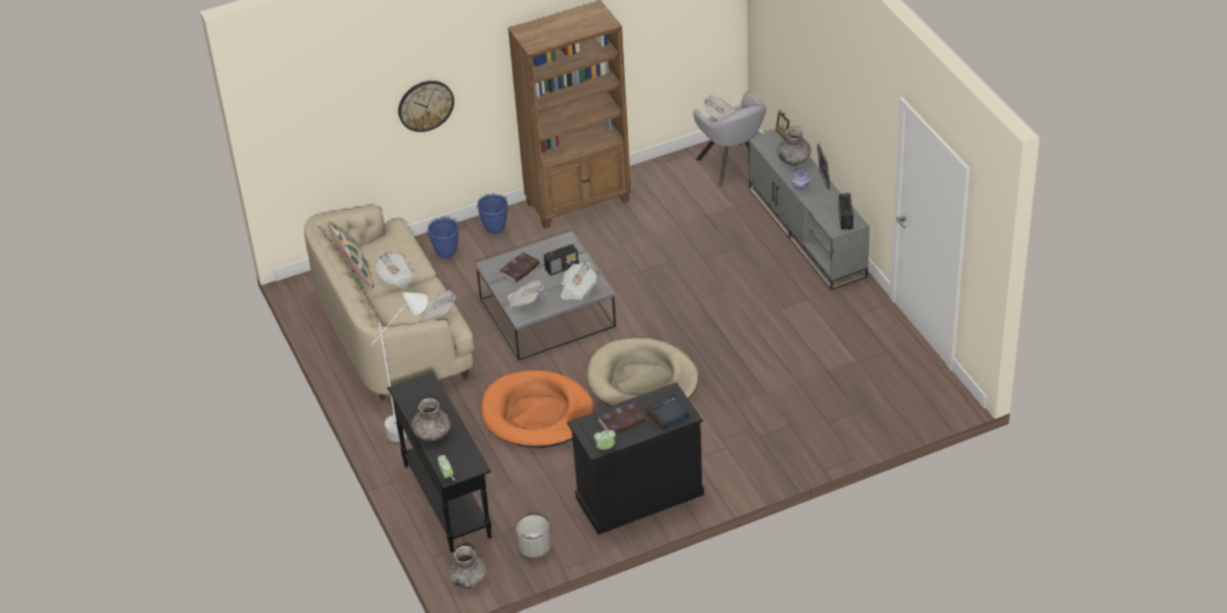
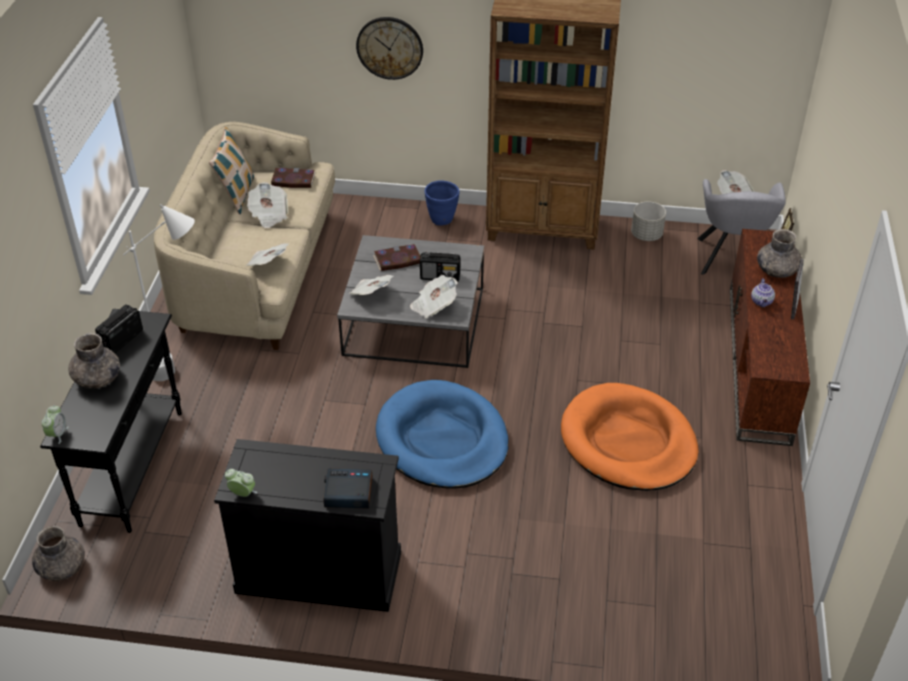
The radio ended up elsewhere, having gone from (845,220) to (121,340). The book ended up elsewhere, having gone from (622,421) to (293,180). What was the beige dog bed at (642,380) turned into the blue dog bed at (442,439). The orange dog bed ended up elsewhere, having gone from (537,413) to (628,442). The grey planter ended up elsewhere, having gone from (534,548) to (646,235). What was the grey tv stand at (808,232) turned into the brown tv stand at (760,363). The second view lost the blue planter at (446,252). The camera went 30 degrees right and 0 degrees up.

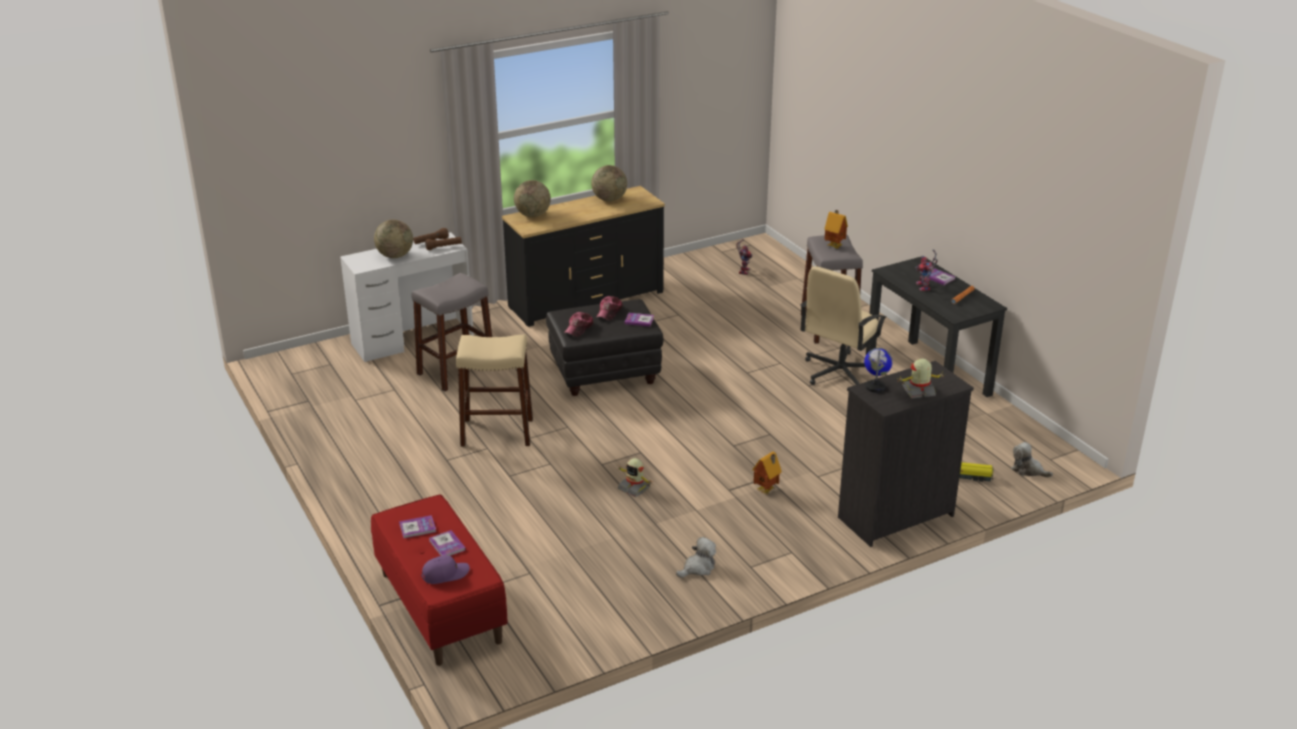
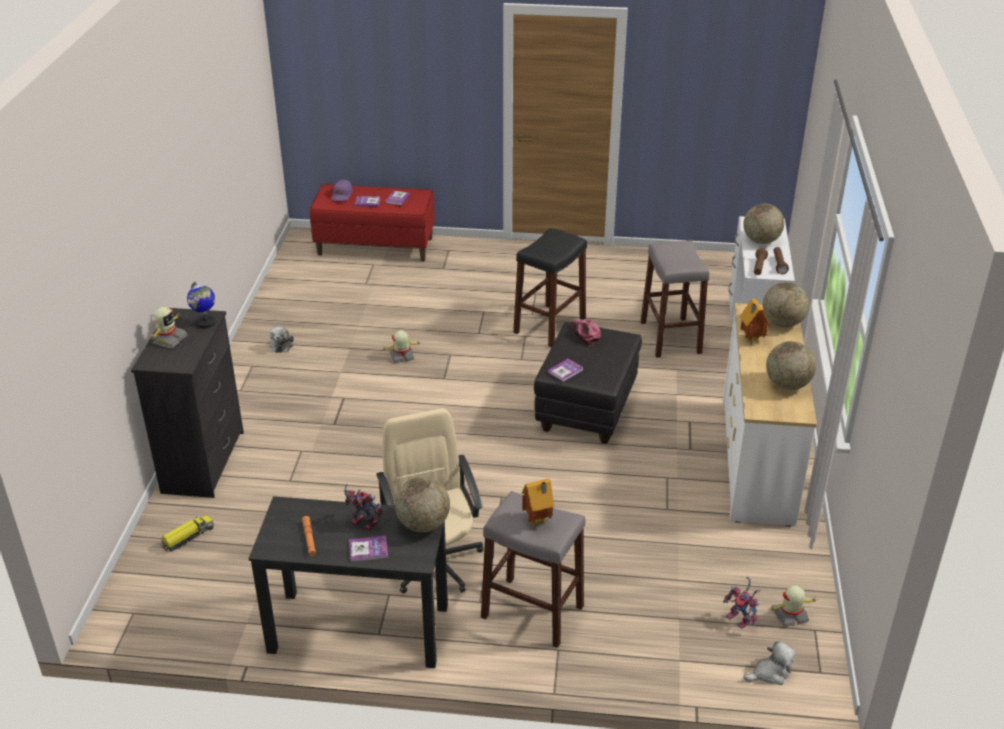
The second view gained the globe at (423,524). What was the beige stool at (497,432) turned into the black stool at (549,325). What was the black dresser at (586,299) turned into the white dresser at (757,460). The toy house ended up elsewhere, having gone from (767,490) to (750,341). The plush toy ended up elsewhere, having gone from (1028,470) to (770,673). The second view gained the toy robot at (790,616). The second view lost the cap at (609,312). The camera went 125 degrees right and 5 degrees up.

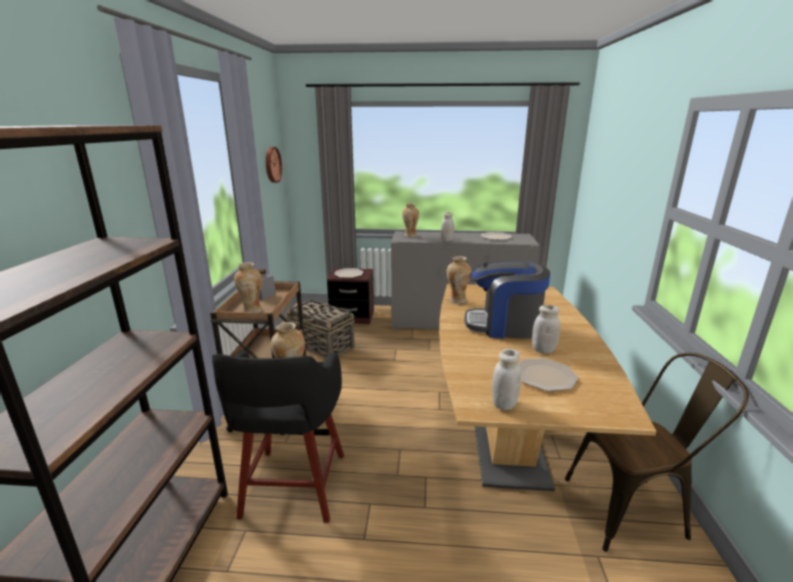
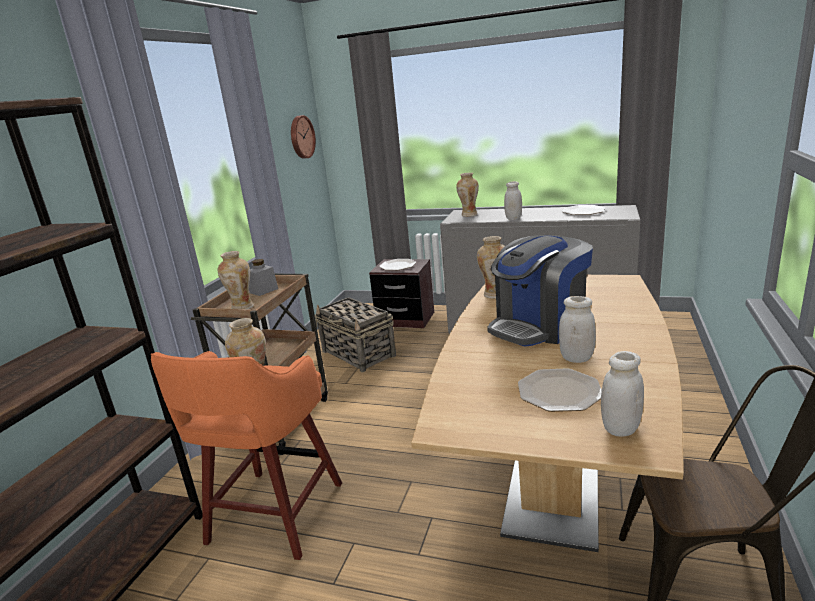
What was the black stool at (293,487) turned into the orange stool at (273,516). The coffee machine at (504,325) ended up facing another way, 60 degrees counterclockwise from before. The white jar ended up elsewhere, having gone from (504,404) to (620,428). The camera went 15 degrees right and 0 degrees up.

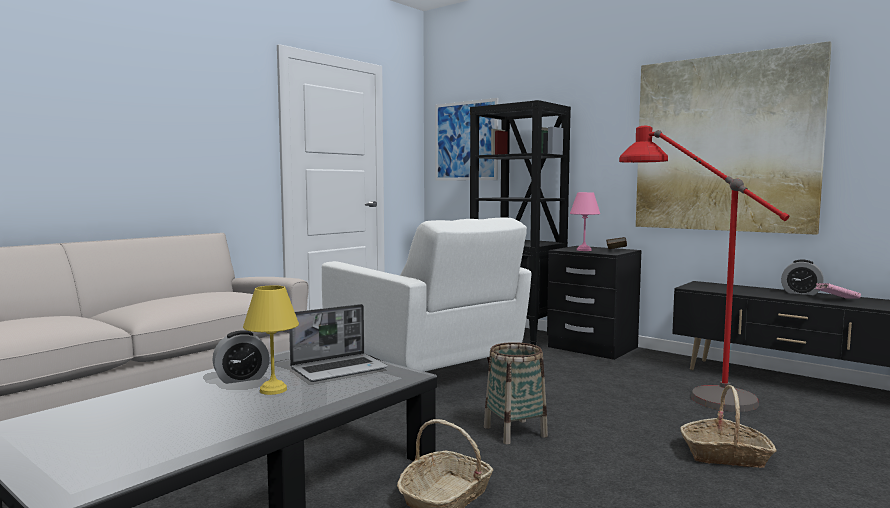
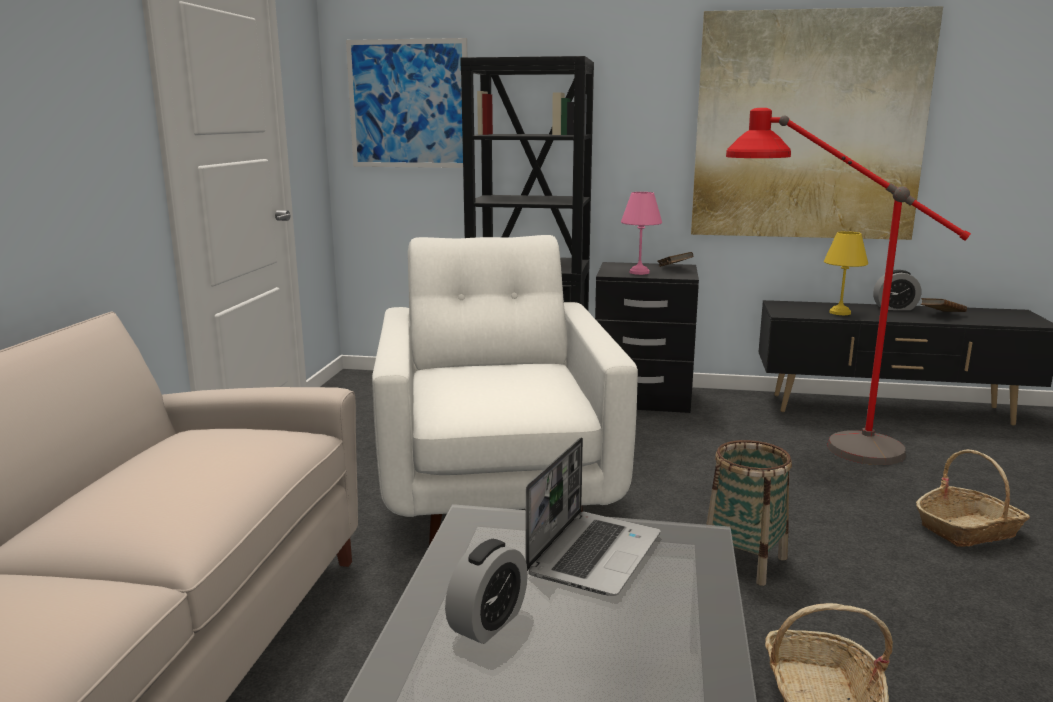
The white armchair at (425,370) ended up facing another way, 120 degrees counterclockwise from before. The yellow table lamp ended up elsewhere, having gone from (274,390) to (840,312). What was the pink book at (836,299) turned into the brown book at (941,315). The camera went 30 degrees left and 10 degrees up.

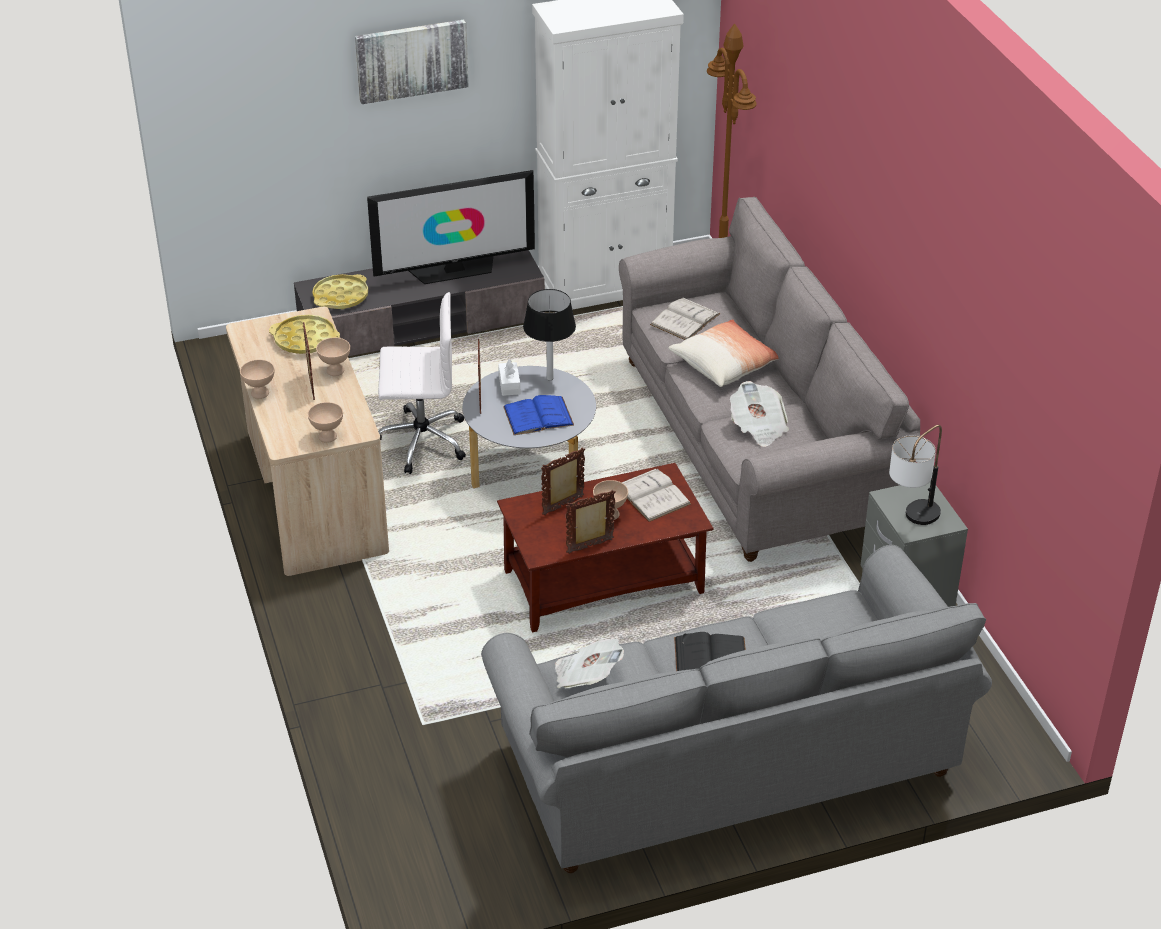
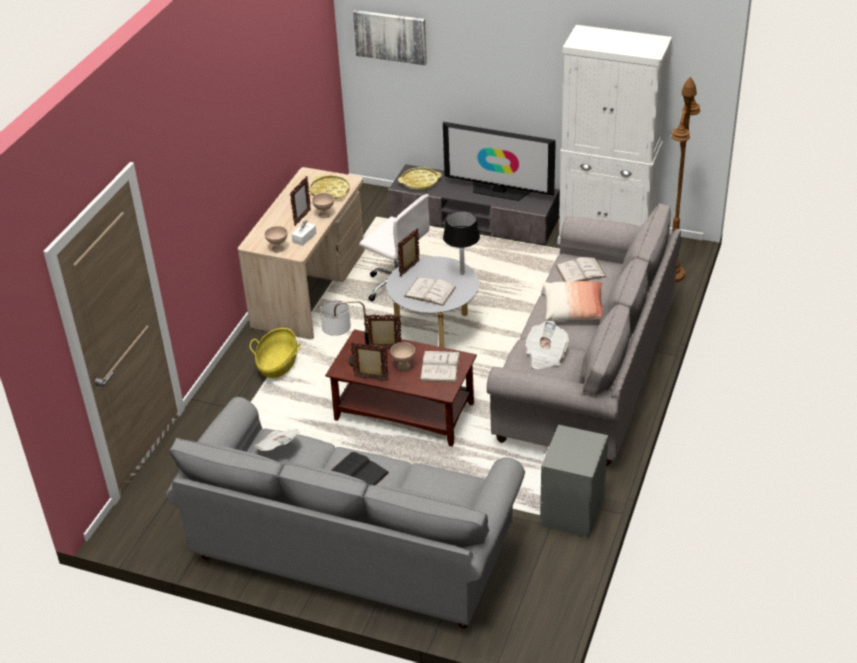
The second view gained the basket at (278,364). The white tissue box ended up elsewhere, having gone from (509,384) to (304,238). The table lamp ended up elsewhere, having gone from (911,521) to (348,362). The picture ended up elsewhere, having gone from (411,60) to (390,36). What was the blue book at (538,416) turned into the white book at (430,292). The second view lost the beige bowl at (259,393). The camera went 40 degrees right and 0 degrees up.

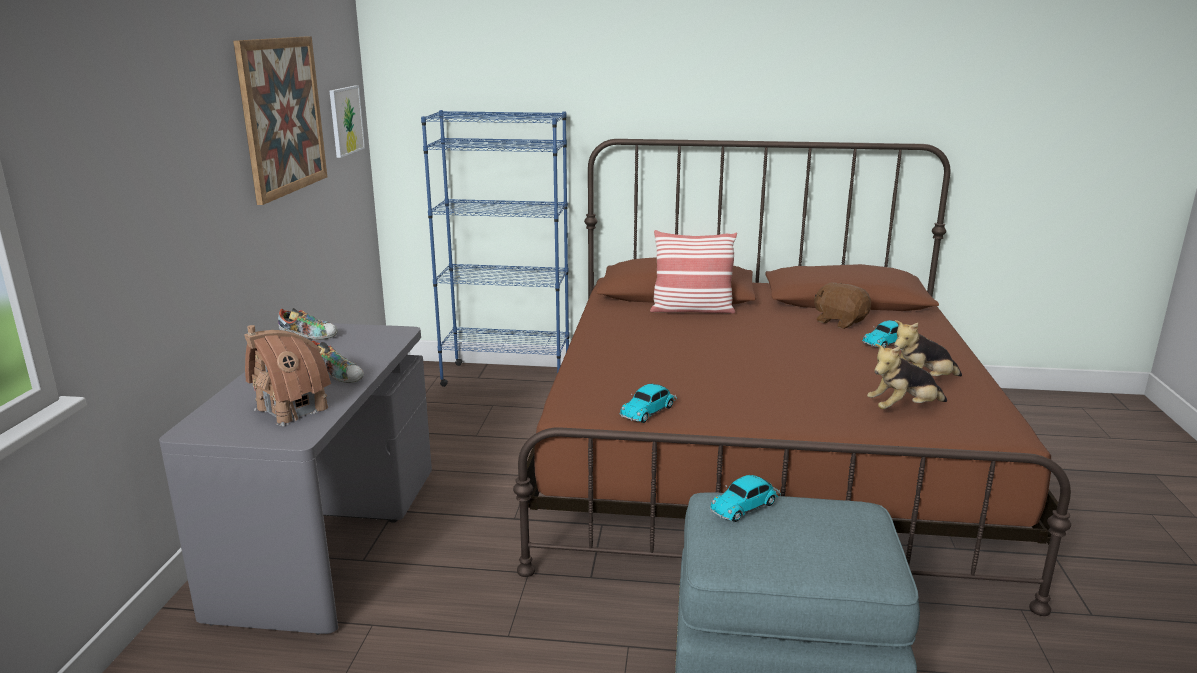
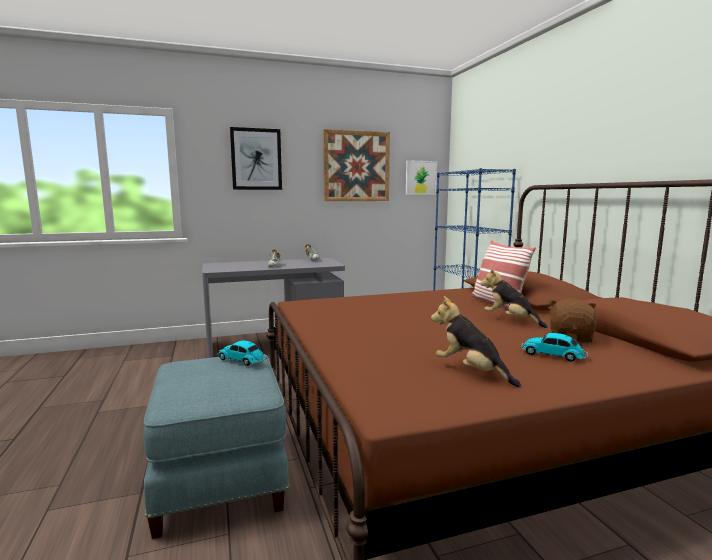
The second view gained the picture at (256,159). The plush toy ended up elsewhere, having gone from (903,409) to (510,320). The second view lost the toy house at (292,409). The second view lost the toy car at (649,410). The camera went 65 degrees right and 10 degrees down.

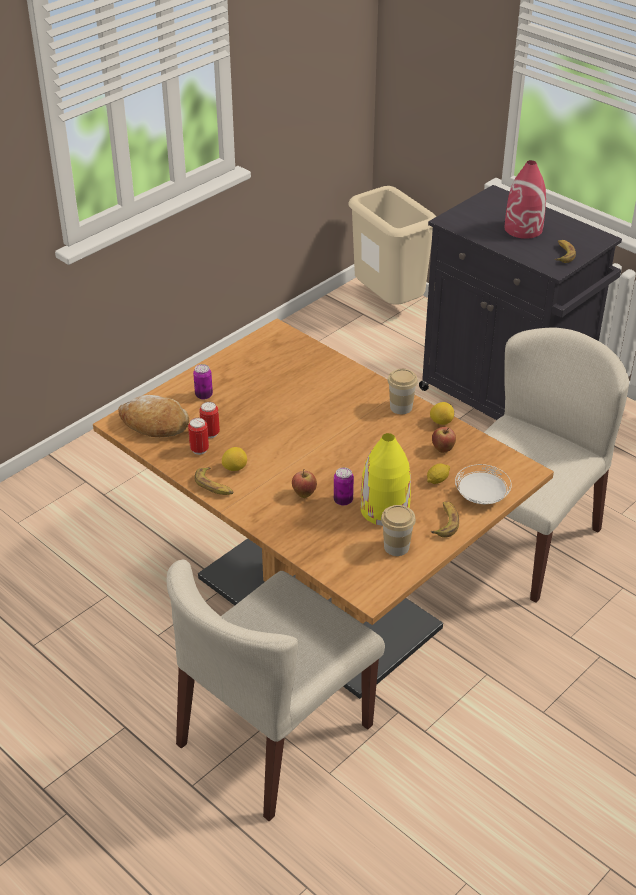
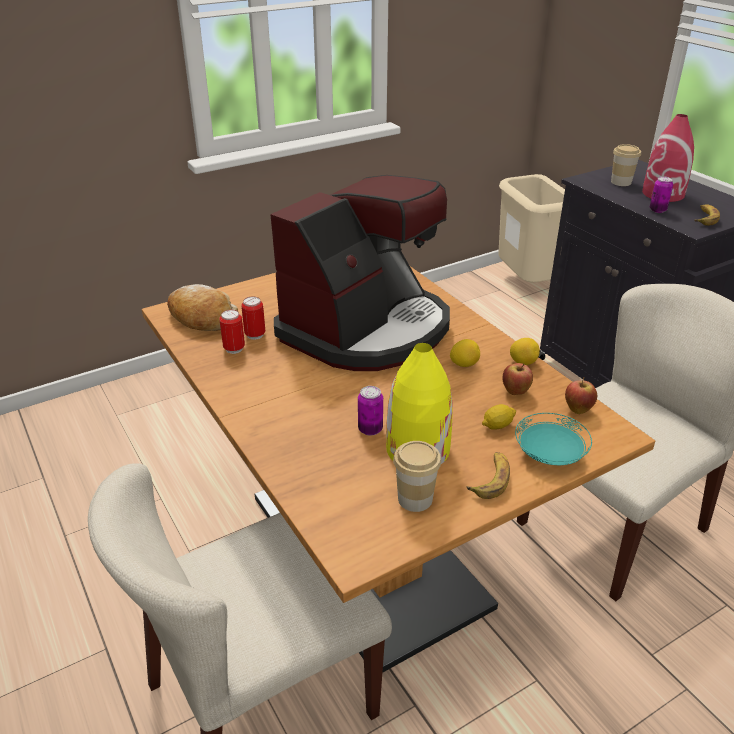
The second view gained the coffee machine at (367,329). The lemon ended up elsewhere, having gone from (234,468) to (464,364). What was the white plate at (481,496) turned into the turquoise plate at (549,455). The apple ended up elsewhere, having gone from (304,494) to (577,410). The cup ended up elsewhere, having gone from (401,407) to (621,182). The can ended up elsewhere, having gone from (204,395) to (657,210). The second view lost the banana at (214,486). The camera went 15 degrees right and 5 degrees down.

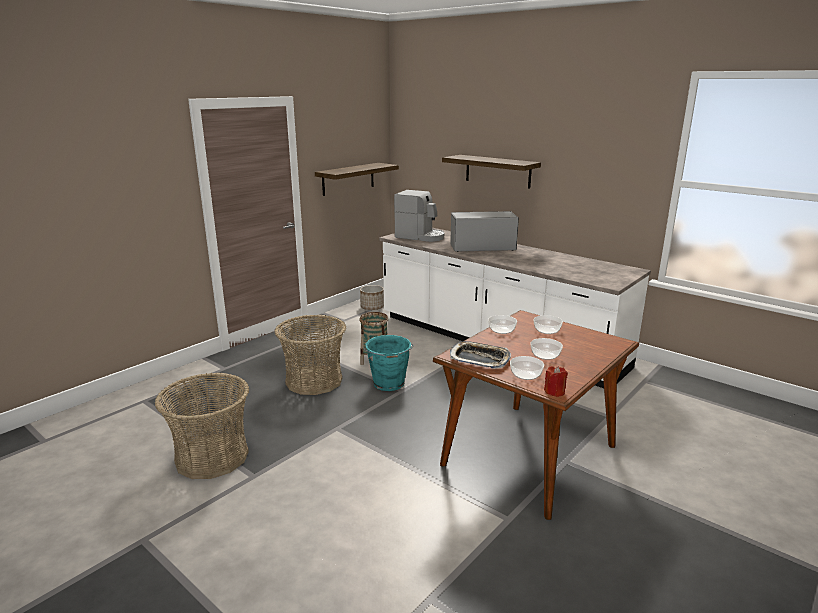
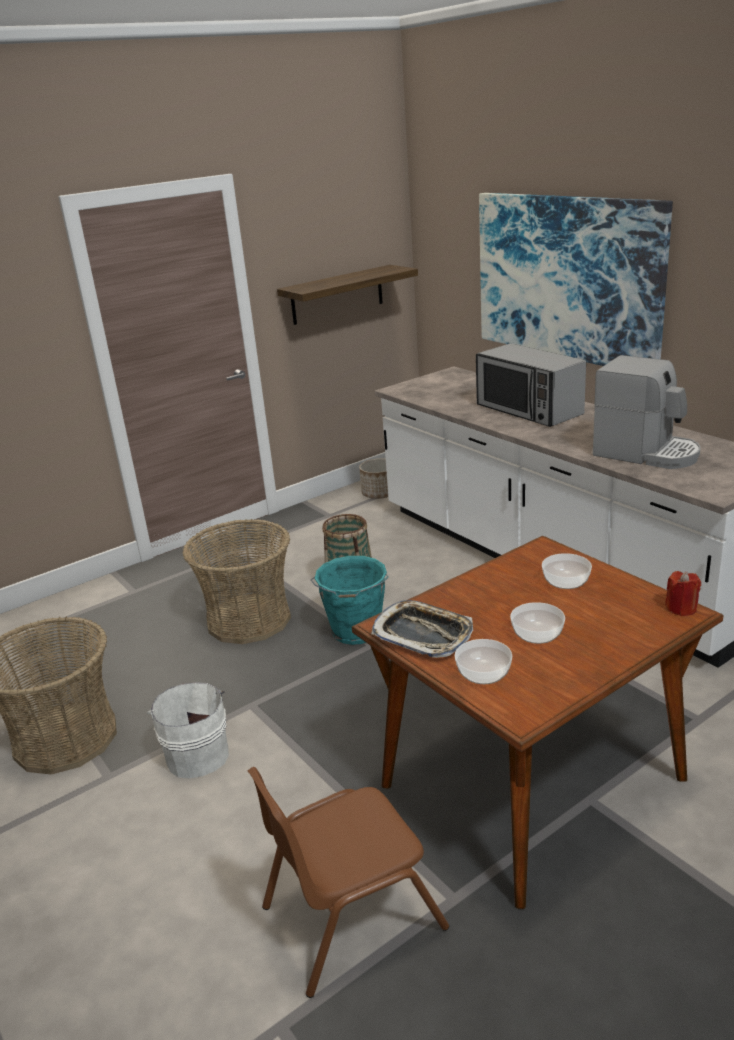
The second view gained the white bucket at (197,753). The second view gained the brown chair at (351,916). The microwave at (482,247) ended up facing another way, 135 degrees counterclockwise from before. Where the shelf hung at (497,171), the picture came to hang at (567,278). The coffee machine ended up elsewhere, having gone from (420,236) to (646,453). The red candle ended up elsewhere, having gone from (554,392) to (681,608). The second view lost the bowl at (501,330). The camera went 15 degrees right and 5 degrees up.

